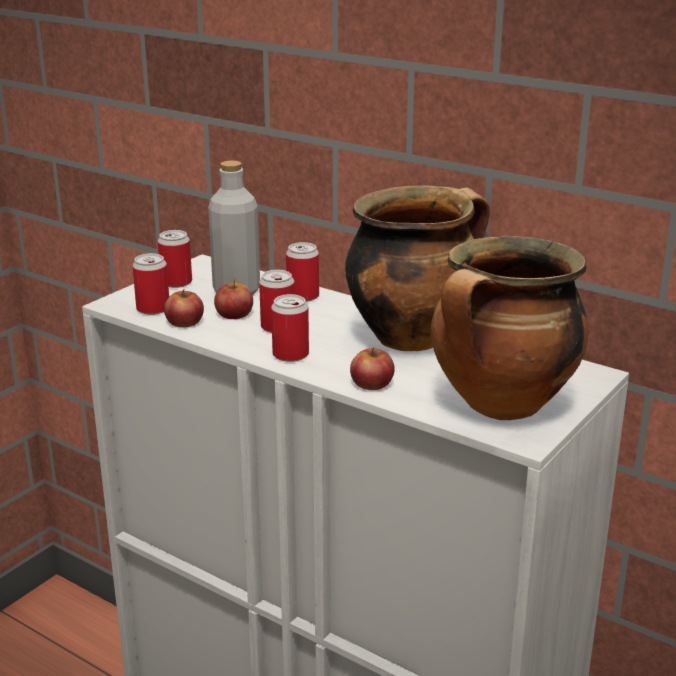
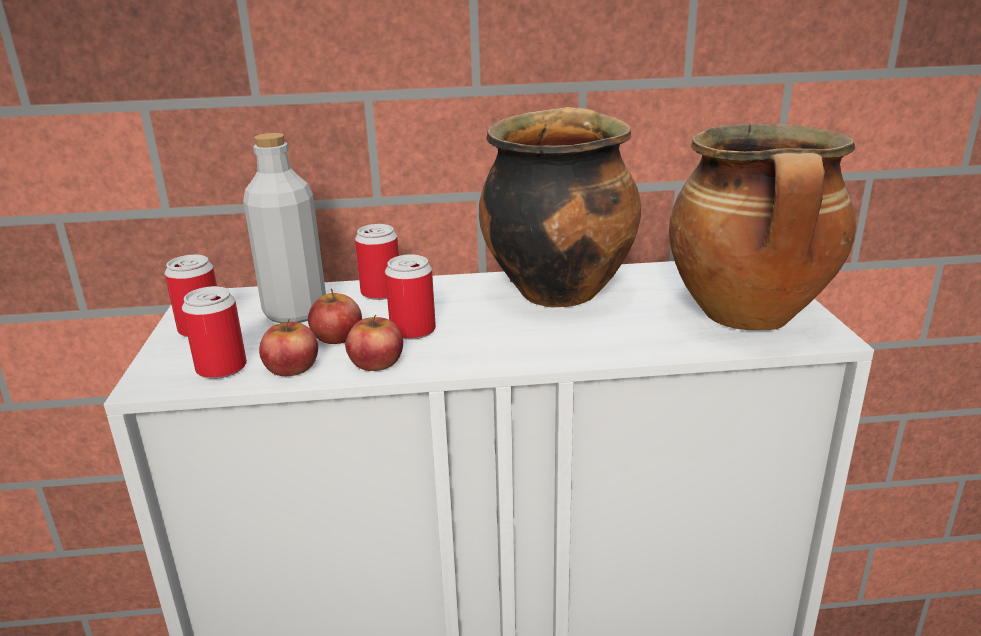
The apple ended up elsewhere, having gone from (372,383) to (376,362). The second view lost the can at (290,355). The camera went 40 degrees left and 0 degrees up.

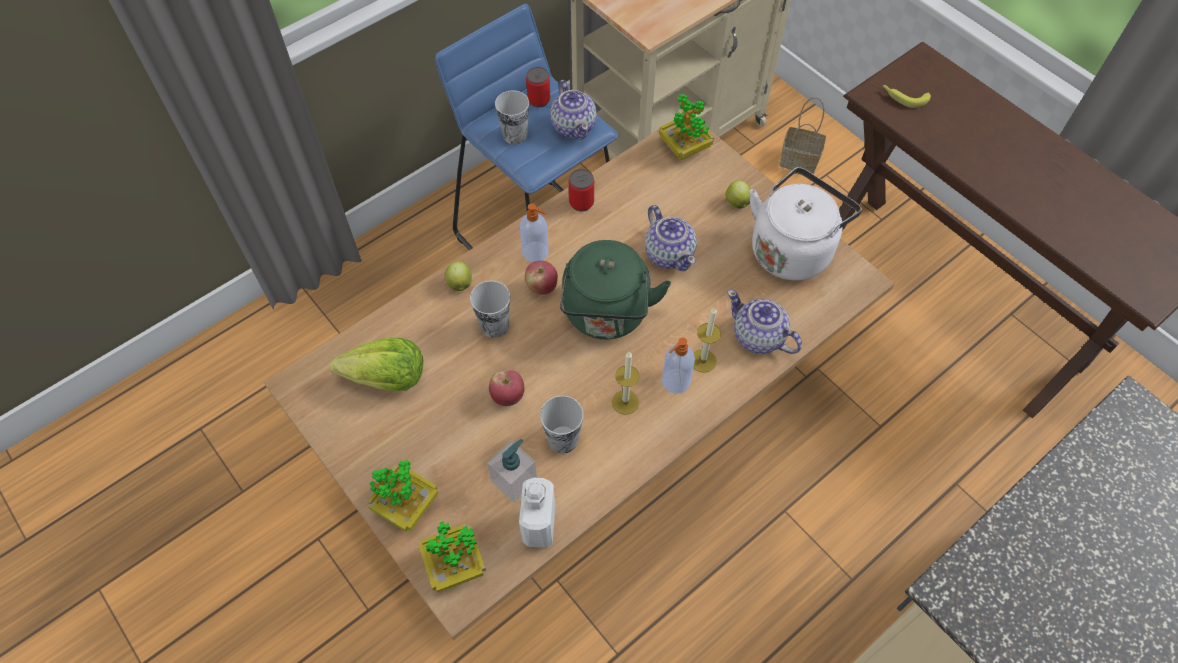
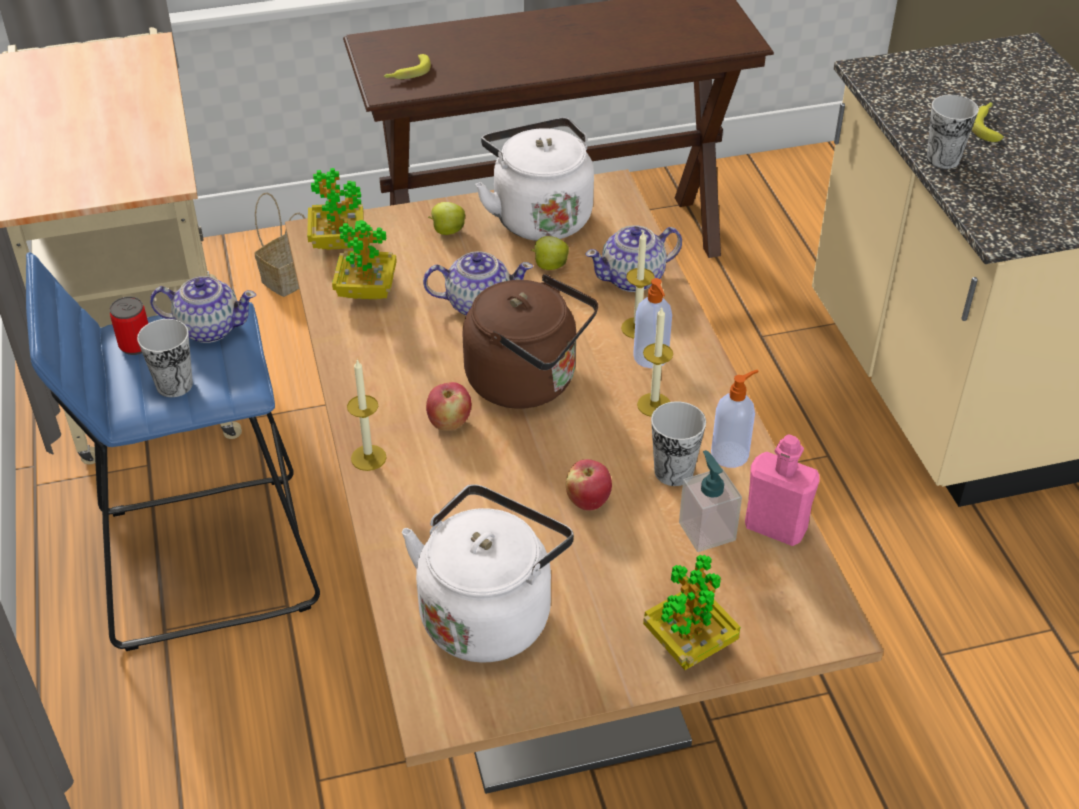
The potted plant ended up elsewhere, having gone from (455,564) to (366,291). The second view gained the candle at (368,458). Where the lettuce stood at (387,378), the white kettle came to stand at (489,612). What was the green kettle at (606,315) turned into the brown kettle at (528,382). The apple ended up elsewhere, having gone from (459,283) to (549,266). The soap dispenser ended up elsewhere, having gone from (536,252) to (731,454). What was the white bottle at (539,525) turned into the pink bottle at (775,527). The cup ended up elsewhere, having gone from (494,325) to (943,159). The second view gained the banana at (987,125). The second view lost the can at (581,202). The camera went 65 degrees left and 15 degrees down.

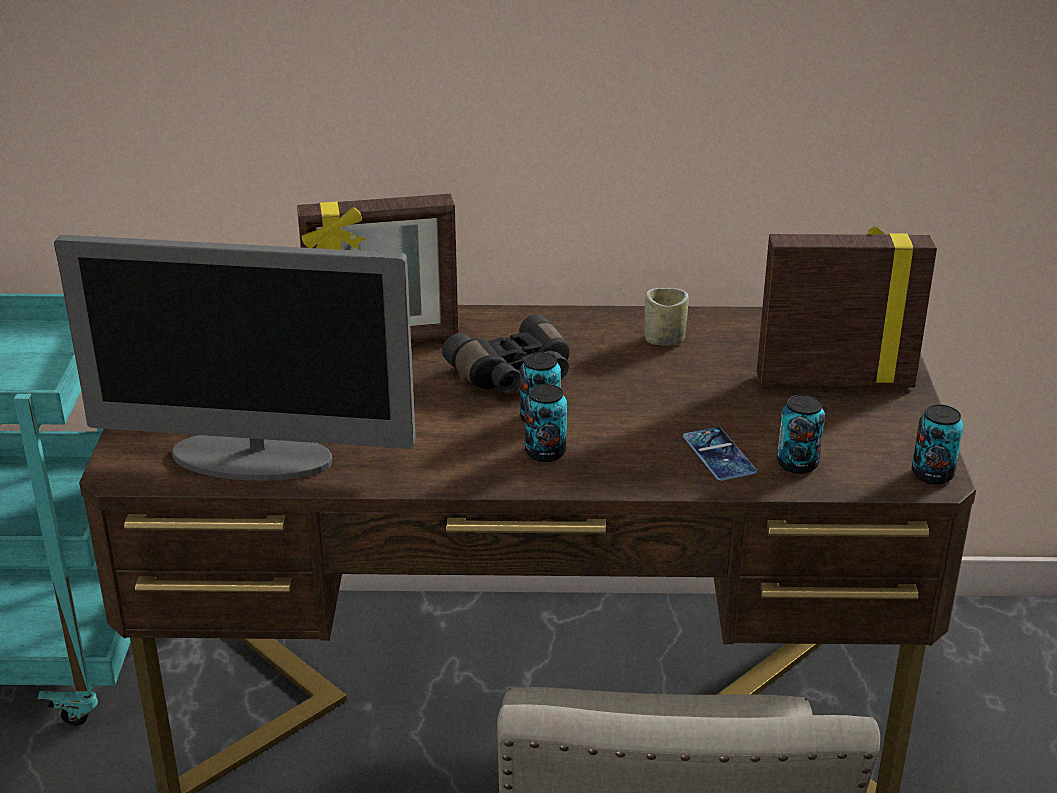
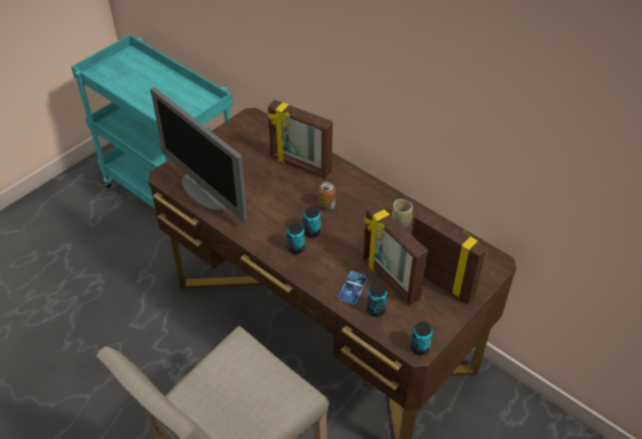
Where the black binoculars stood at (514,375), the can came to stand at (326,206). The second view gained the picture frame at (389,280). The camera went 40 degrees right and 15 degrees up.

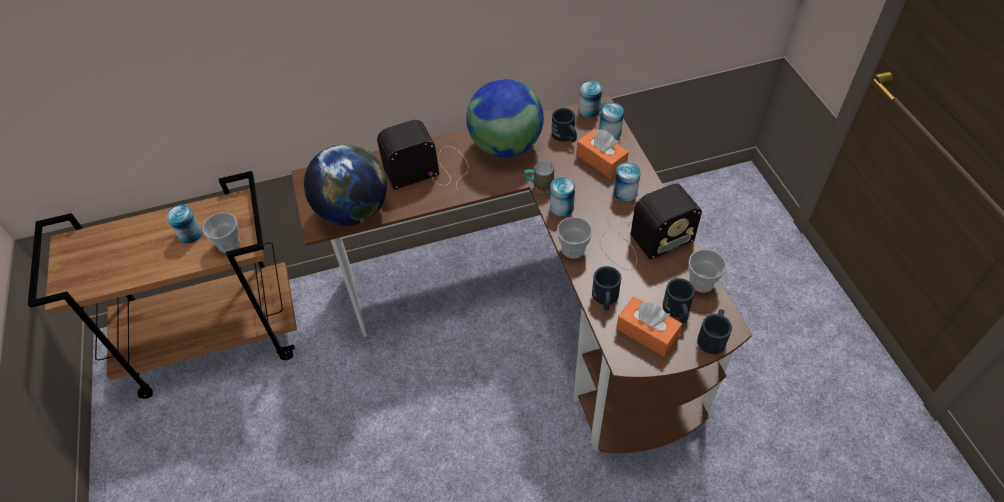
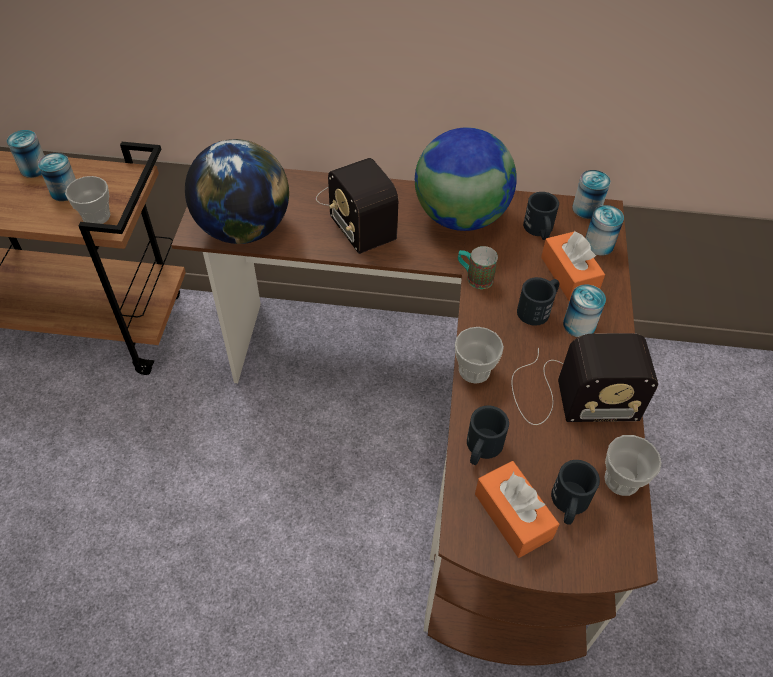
The can ended up elsewhere, having gone from (561,207) to (34,168). The radio at (429,168) ended up facing another way, 120 degrees counterclockwise from before. The black mug ended up elsewhere, having gone from (713,336) to (538,309). The camera went 20 degrees right and 0 degrees up.

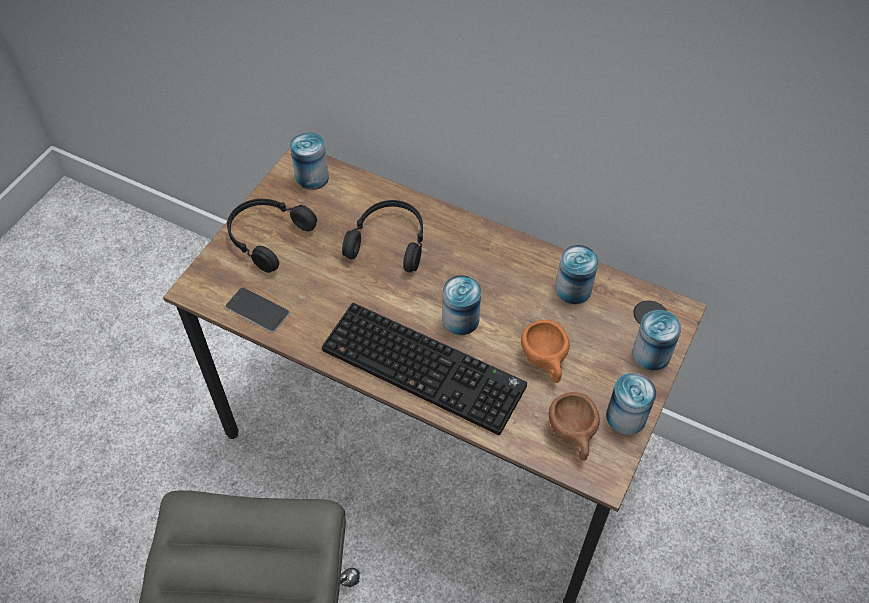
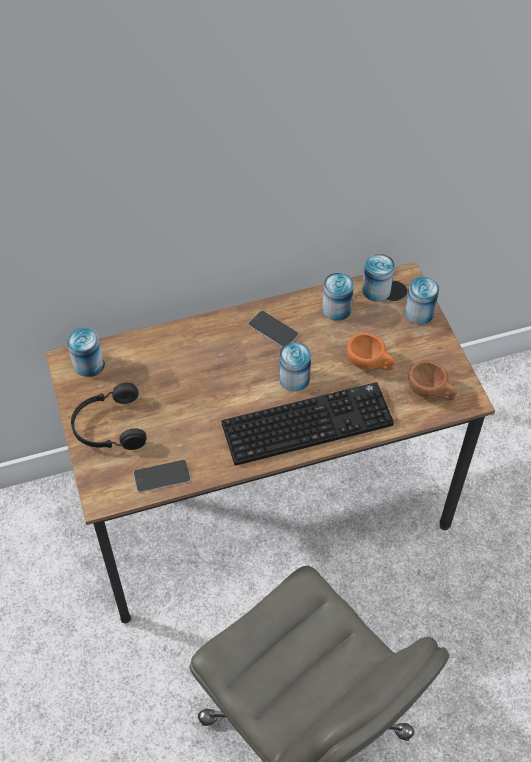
The second view gained the phone at (273,329). The can ended up elsewhere, having gone from (626,417) to (376,290). The second view lost the black headphones at (389,241). The camera went 45 degrees left and 0 degrees up.

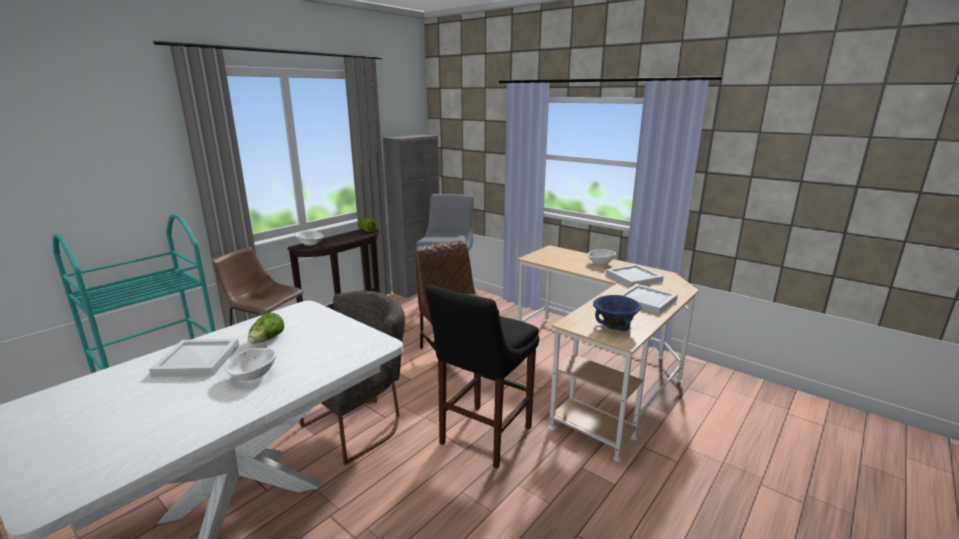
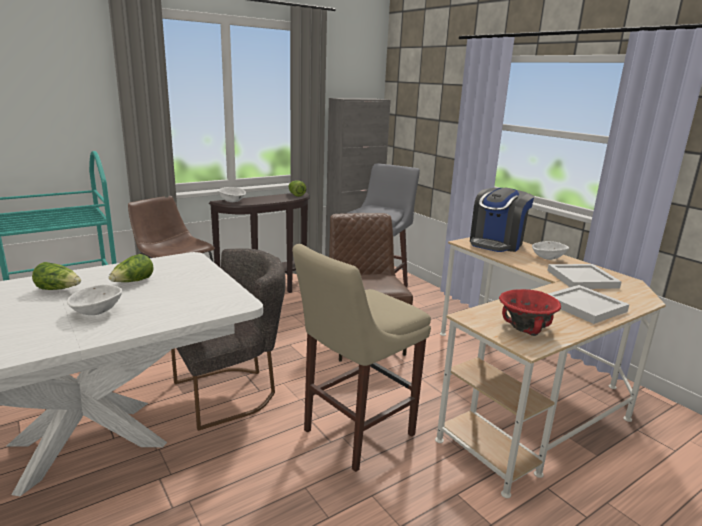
Where the white tray stood at (197,360), the lettuce came to stand at (59,289). What was the black stool at (483,437) turned into the beige stool at (354,434). The second view gained the coffee machine at (496,243). What was the blue bowl at (615,326) turned into the red bowl at (525,328). The camera went 15 degrees right and 0 degrees up.

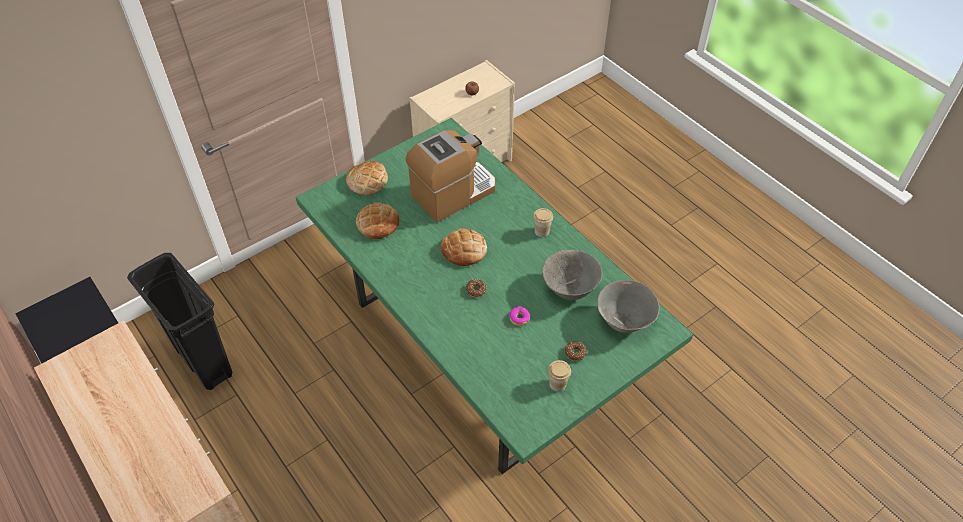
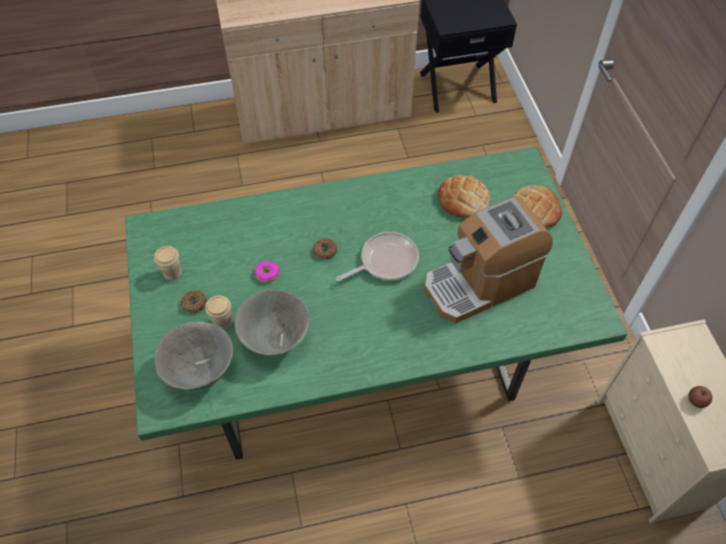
The cup ended up elsewhere, having gone from (542,231) to (223,322). Where the bread stood at (464,250), the frying pan came to stand at (385,261). The coffee machine at (453,193) ended up facing another way, 75 degrees clockwise from before. The second view lost the black trash can at (203,361). The camera went 115 degrees right and 5 degrees up.

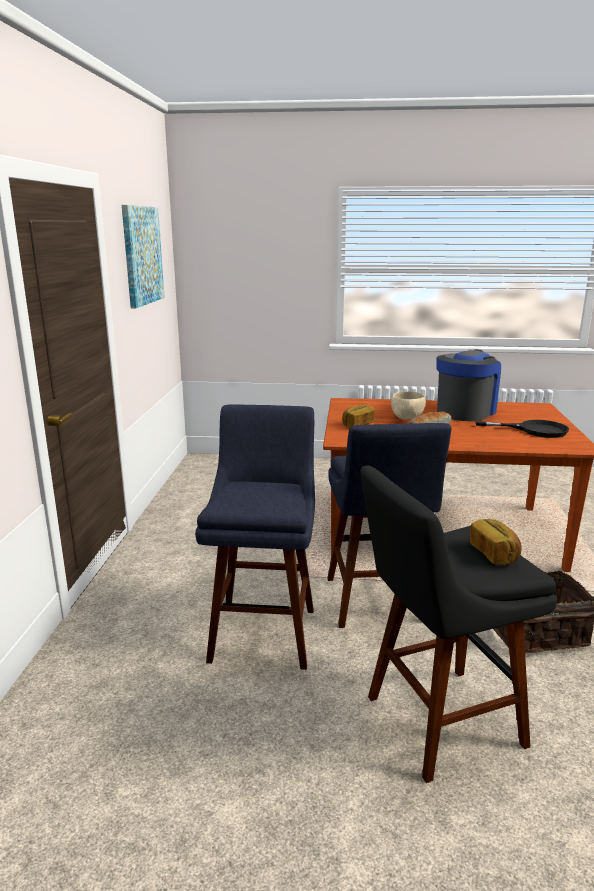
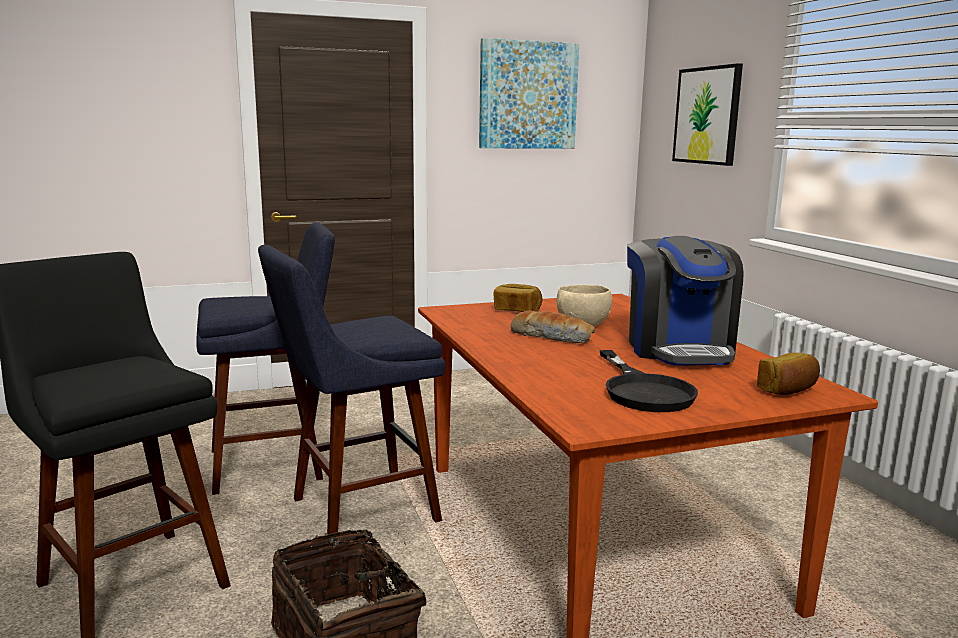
The coffee machine at (465,411) ended up facing another way, 75 degrees clockwise from before. The second view gained the picture at (707,115). The bread ended up elsewhere, having gone from (494,554) to (788,390). The camera went 65 degrees right and 5 degrees down.

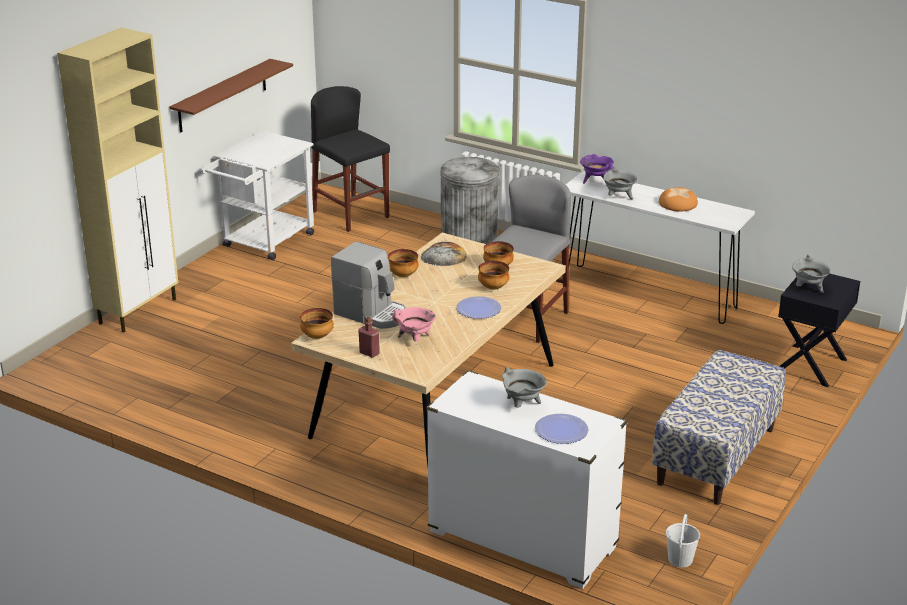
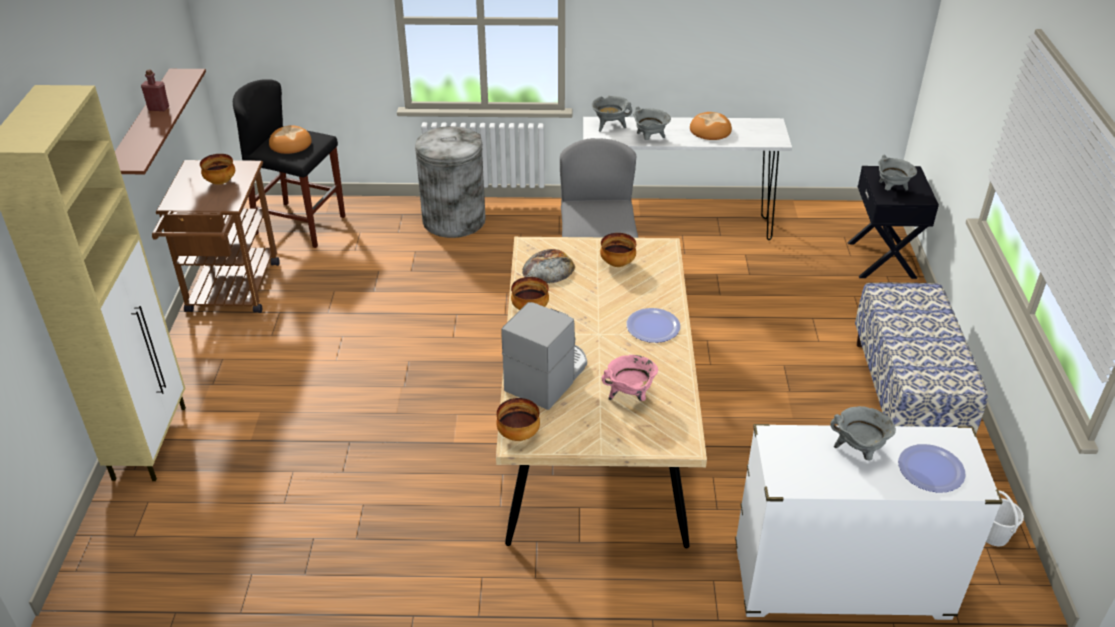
The red bottle ended up elsewhere, having gone from (369,353) to (158,108). What was the white cart at (264,243) turned into the brown cart at (231,293). The bowl ended up elsewhere, having gone from (493,287) to (220,182). The second view gained the bread at (290,144). The coffee machine at (372,313) ended up facing another way, 60 degrees counterclockwise from before. What was the purple cooking pot at (596,182) turned into the grey cooking pot at (610,126). The camera went 30 degrees left and 10 degrees up.

